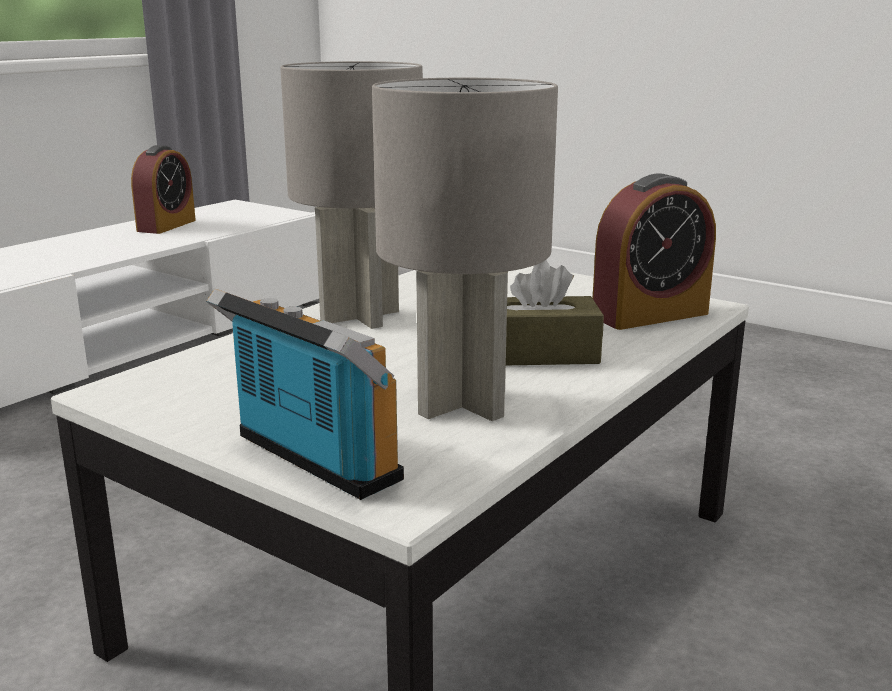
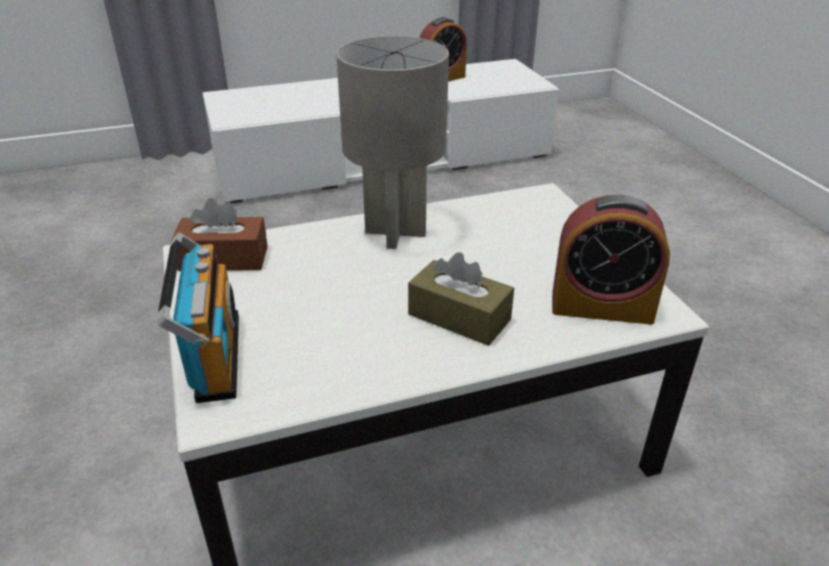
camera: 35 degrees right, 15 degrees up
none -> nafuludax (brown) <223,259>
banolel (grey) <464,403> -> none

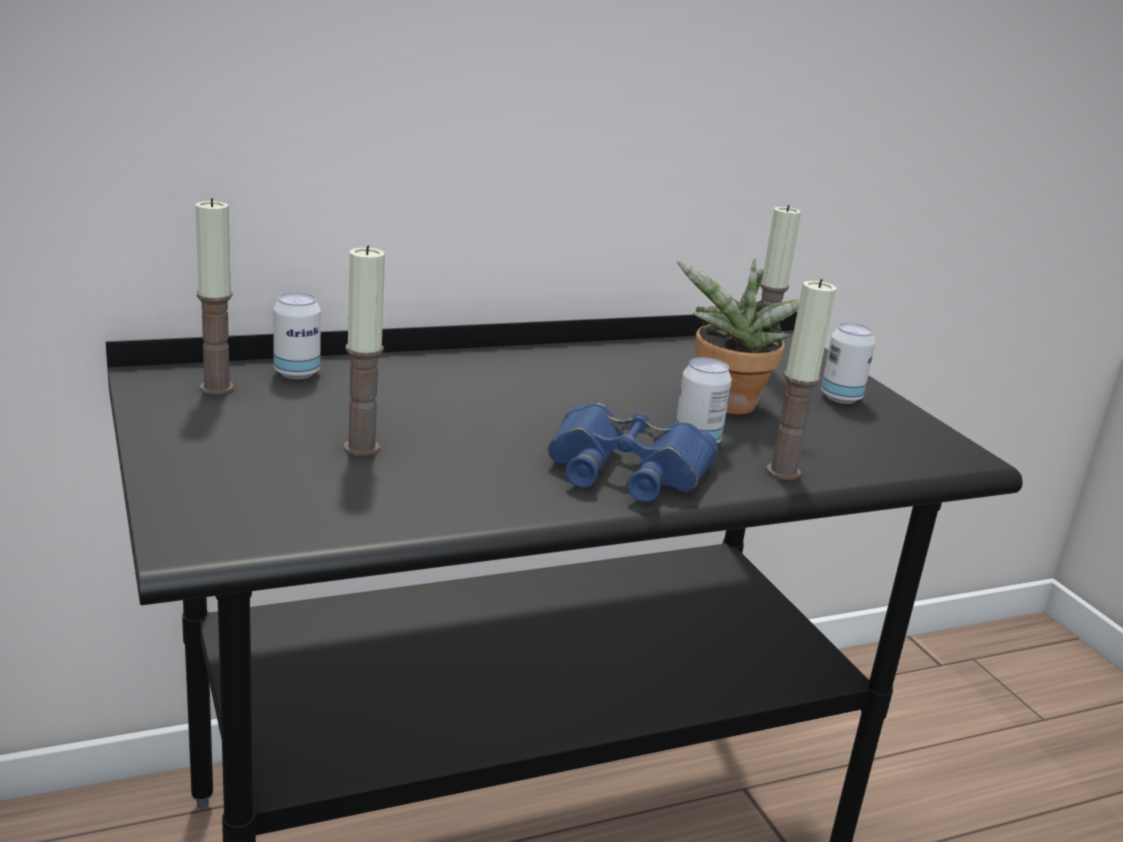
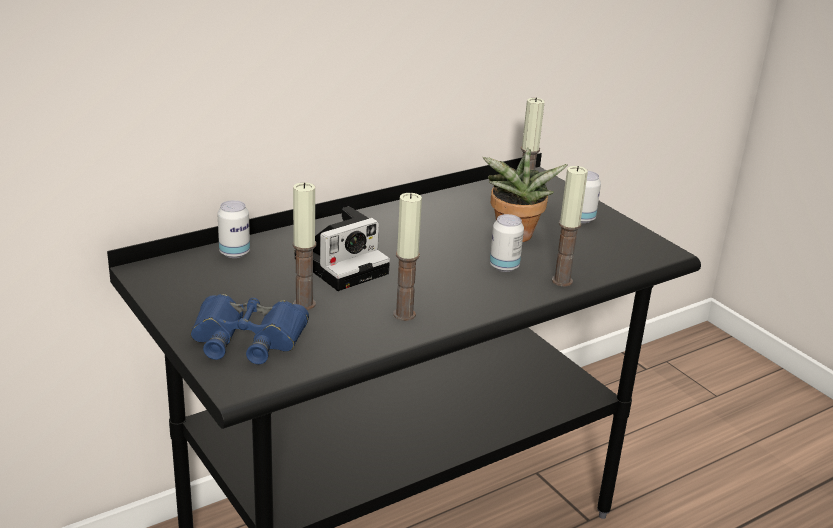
camera: 10 degrees left, 5 degrees up
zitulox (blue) <626,469> -> zitulox (blue) <247,338>, relocated
none -> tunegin <343,264>
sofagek <216,388> -> sofagek <404,314>, relocated

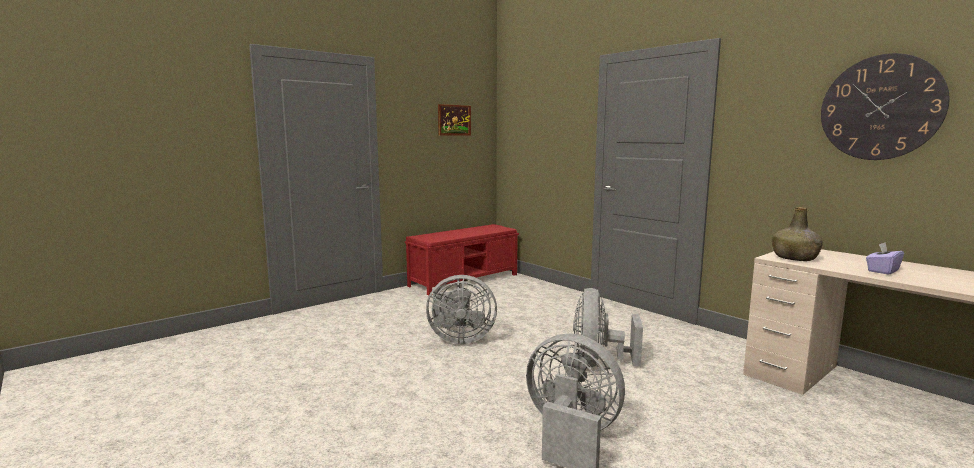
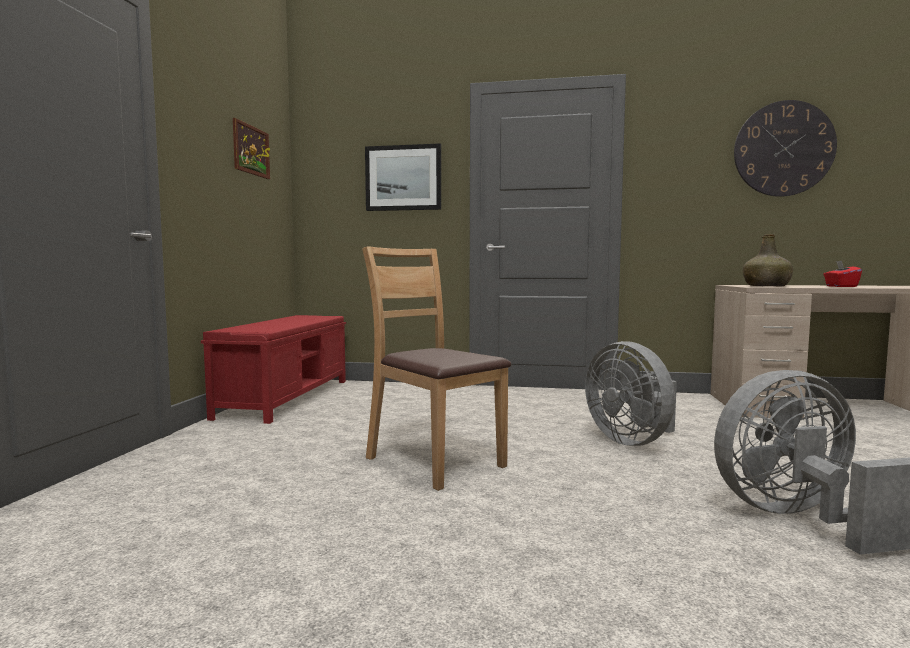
camera: 40 degrees left, 5 degrees down
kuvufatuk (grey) <459,339> -> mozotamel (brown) <434,461>
none -> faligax <403,178>
nafuludax (purple) <882,271> -> nafuludax (red) <840,286>

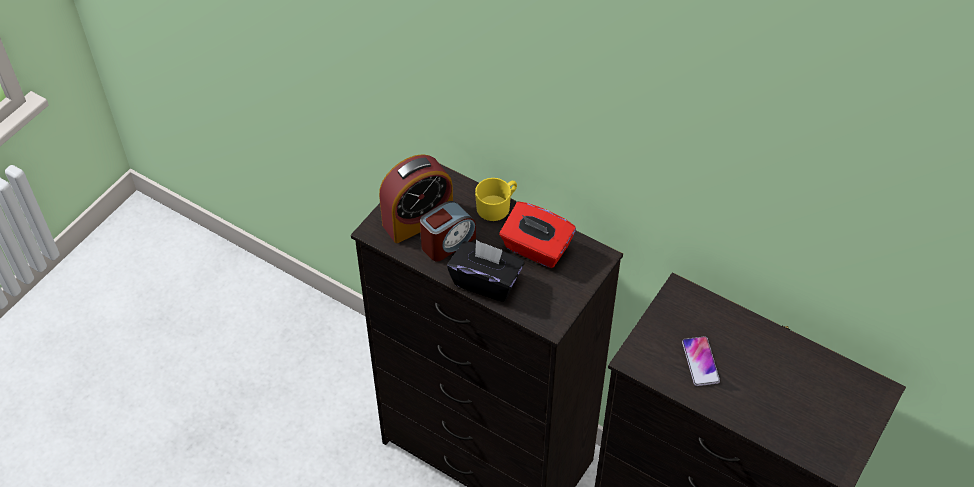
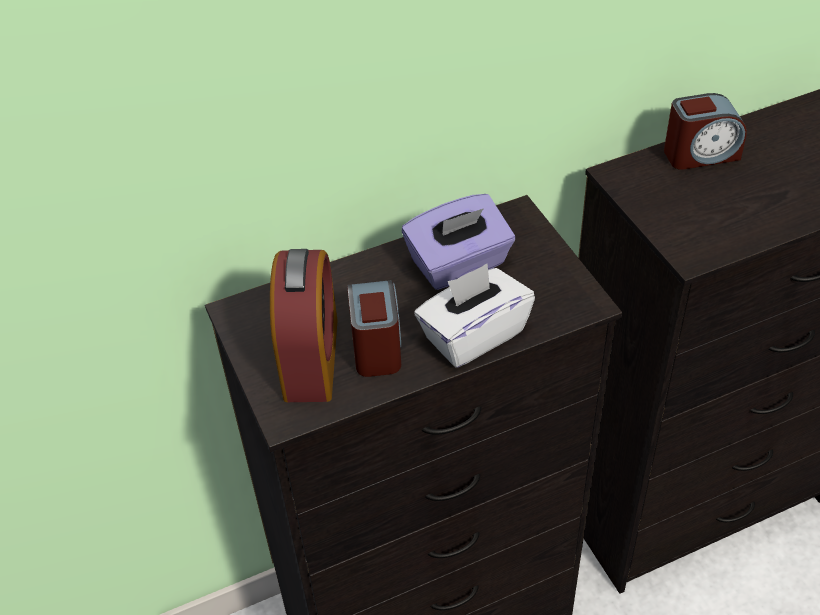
camera: 55 degrees left, 5 degrees down
nafuludax (red) <536,249> -> nafuludax (purple) <459,264>
nafuludax (black) <486,281> -> nafuludax (white) <473,335>
none -> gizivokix <700,154>
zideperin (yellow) <497,206> -> none
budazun <700,361> -> none

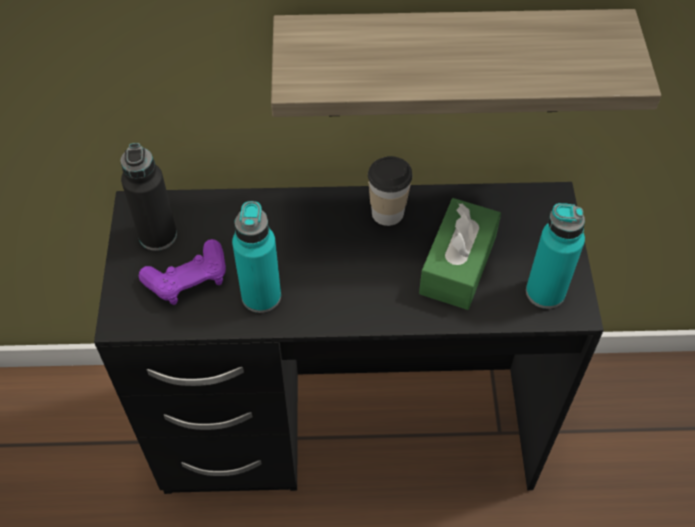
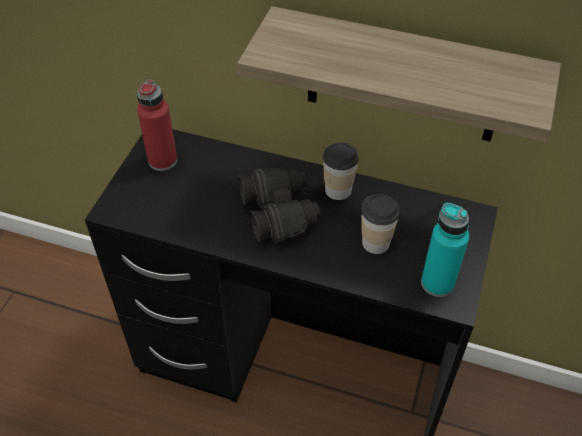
camera: 20 degrees right, 5 degrees down
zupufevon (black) <158,235> -> zupufevon (red) <163,160>
none -> zitulox (black) <279,212>
nafuludax (green) <458,265> -> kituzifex <375,243>
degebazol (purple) <188,279> -> none
zupufevon (turquoise) <261,296> -> none

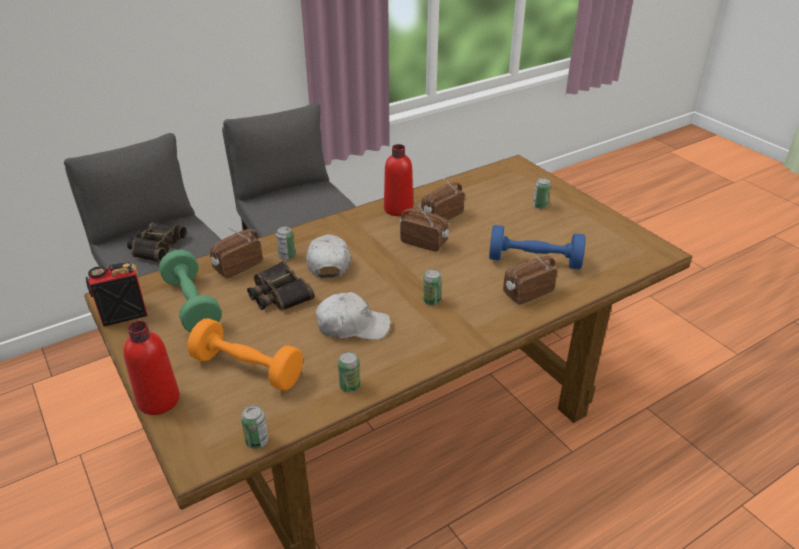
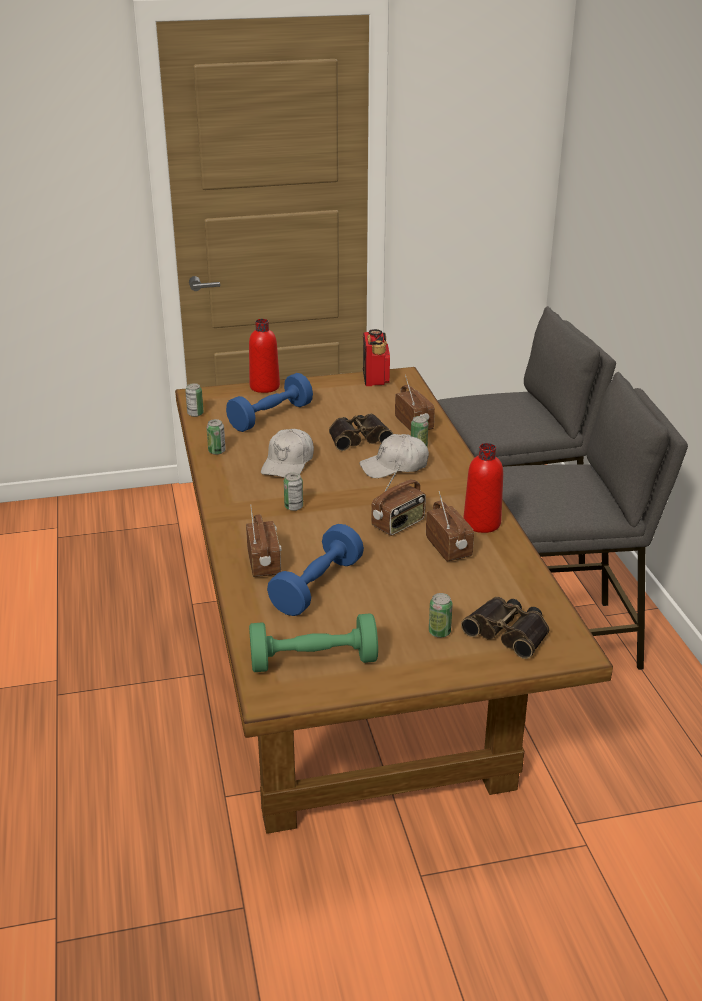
camera: 110 degrees right, 5 degrees down
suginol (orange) <247,369> -> suginol (blue) <270,417>
suginol (green) <192,305> -> suginol (green) <313,661>, relocated
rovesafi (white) <329,262> -> rovesafi (white) <394,466>, 150 degrees clockwise
zitulox <156,247> -> zitulox <509,632>, relocated

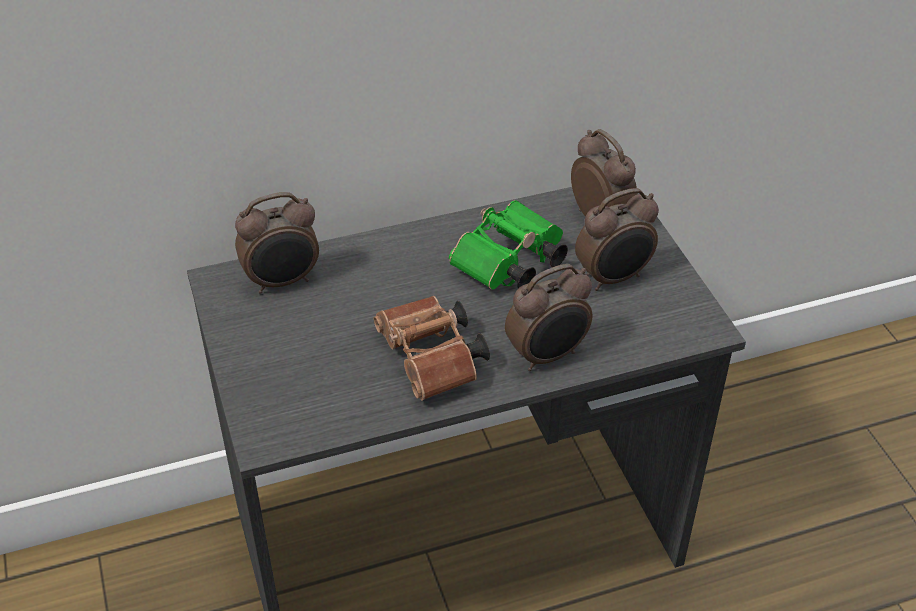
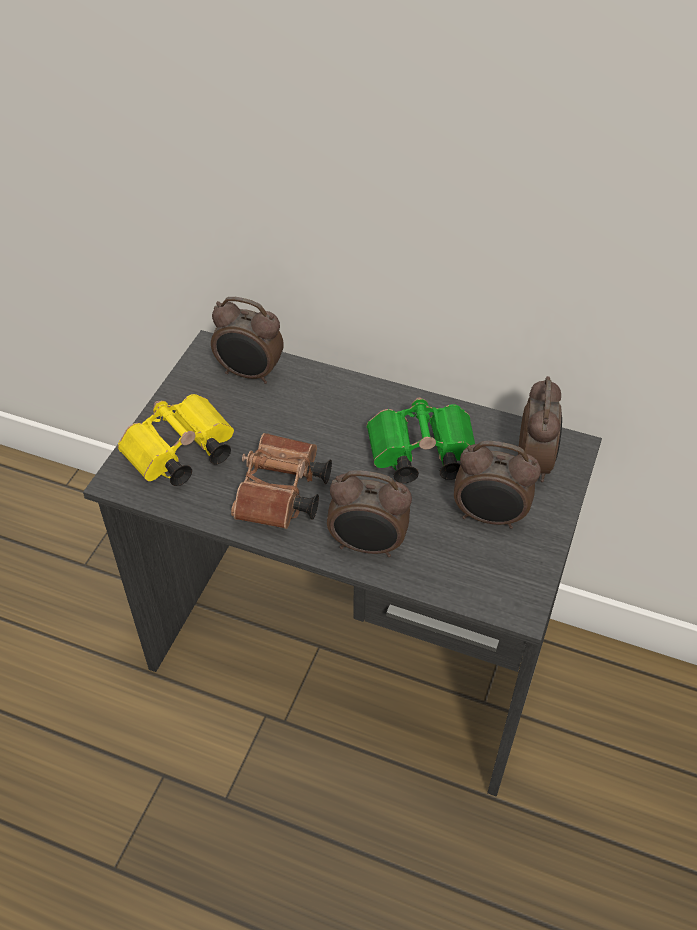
camera: 40 degrees right, 5 degrees up
none -> zitulox (yellow) <179,456>

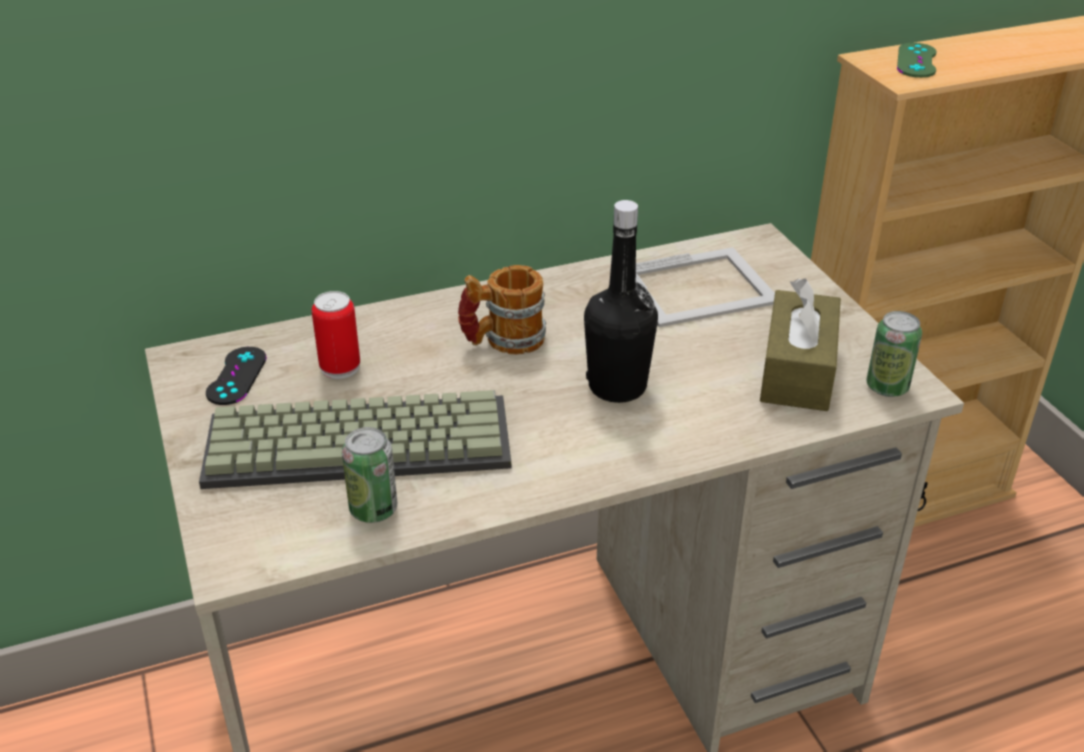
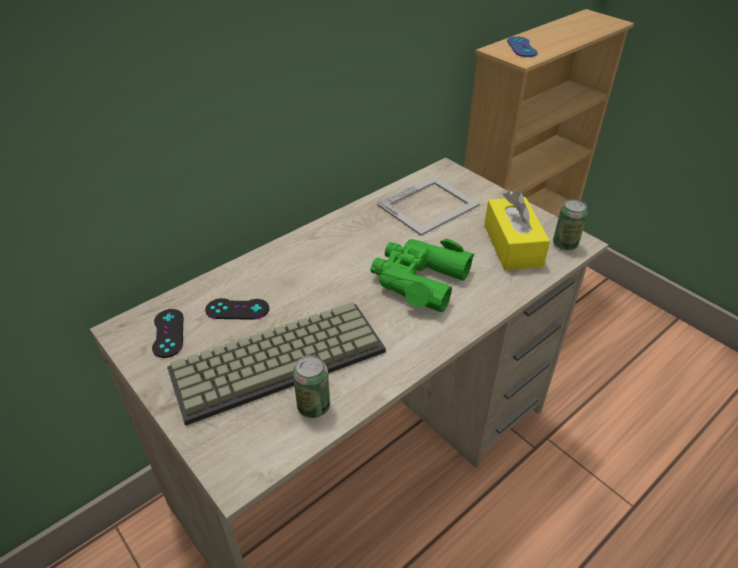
camera: 20 degrees left, 5 degrees up
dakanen <340,367> -> degebazol (black) <237,309>
zupufevon (black) <617,386> -> zitulox (green) <418,280>
nafuludax (brown) <797,370> -> nafuludax (yellow) <512,245>
degebazol (green) <916,61> -> degebazol (blue) <521,47>
zideperin <503,341> -> none

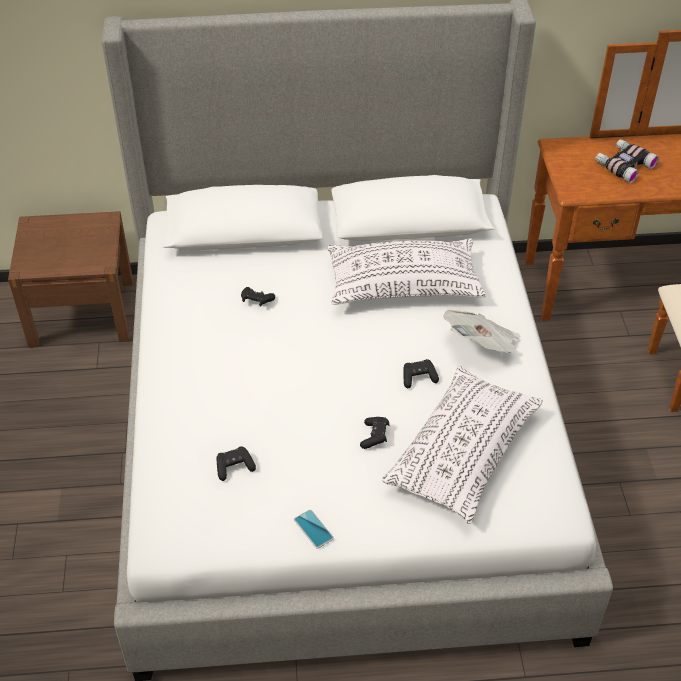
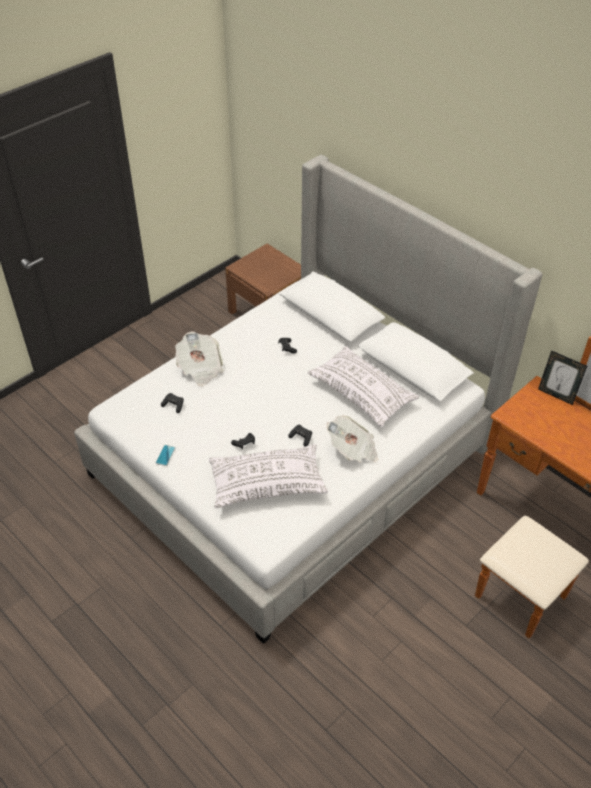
camera: 50 degrees right, 0 degrees up
none -> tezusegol <200,368>
none -> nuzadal <556,395>
zitulox <623,165> -> none

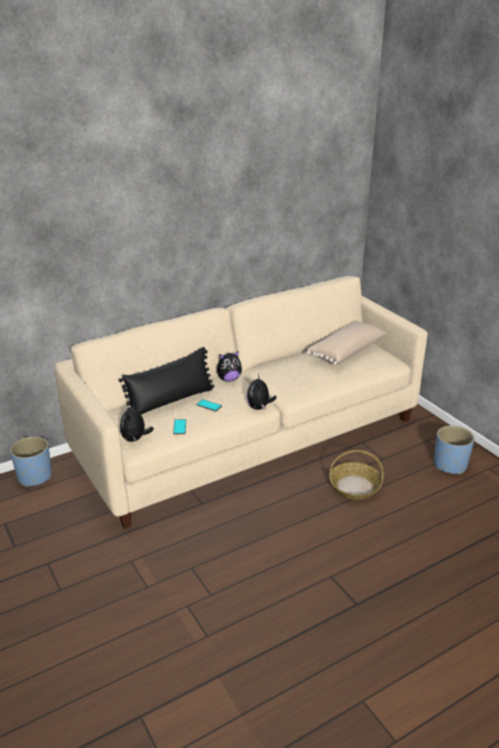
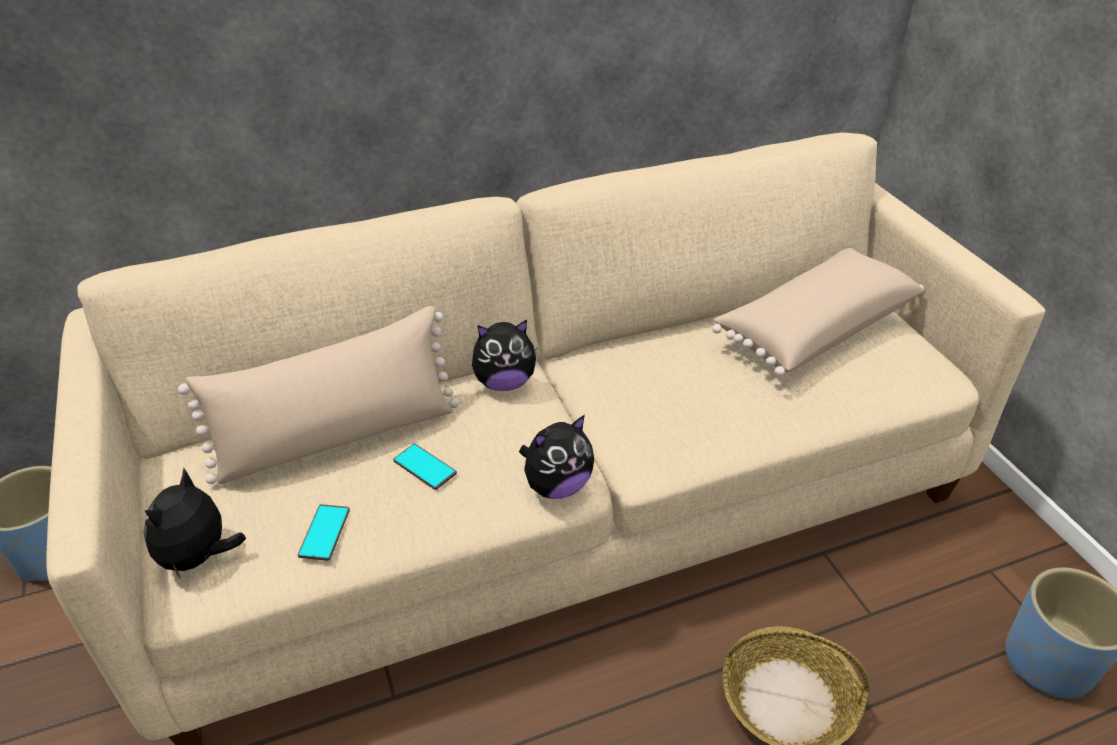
camera: 10 degrees right, 10 degrees up
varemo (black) <171,401> -> varemo (beige) <338,437>
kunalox <259,407> -> kunalox <557,486>, 135 degrees counterclockwise

